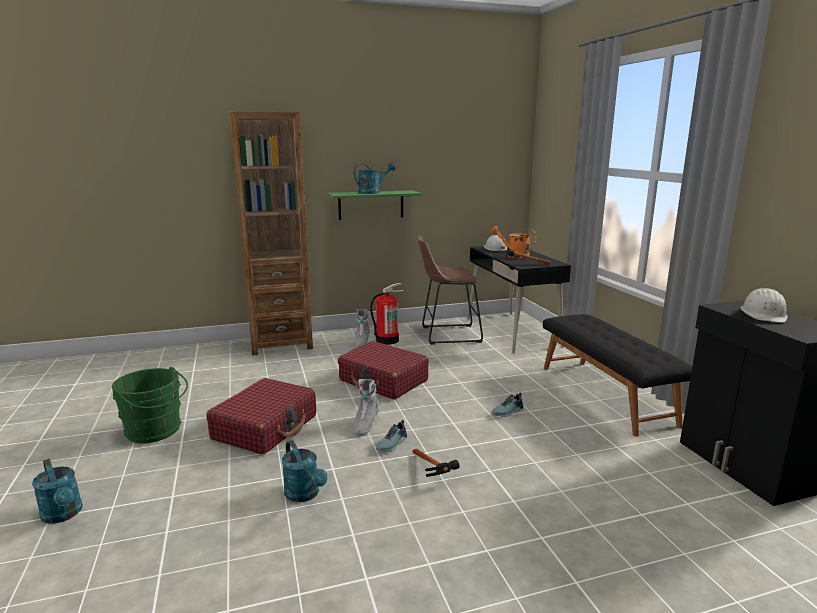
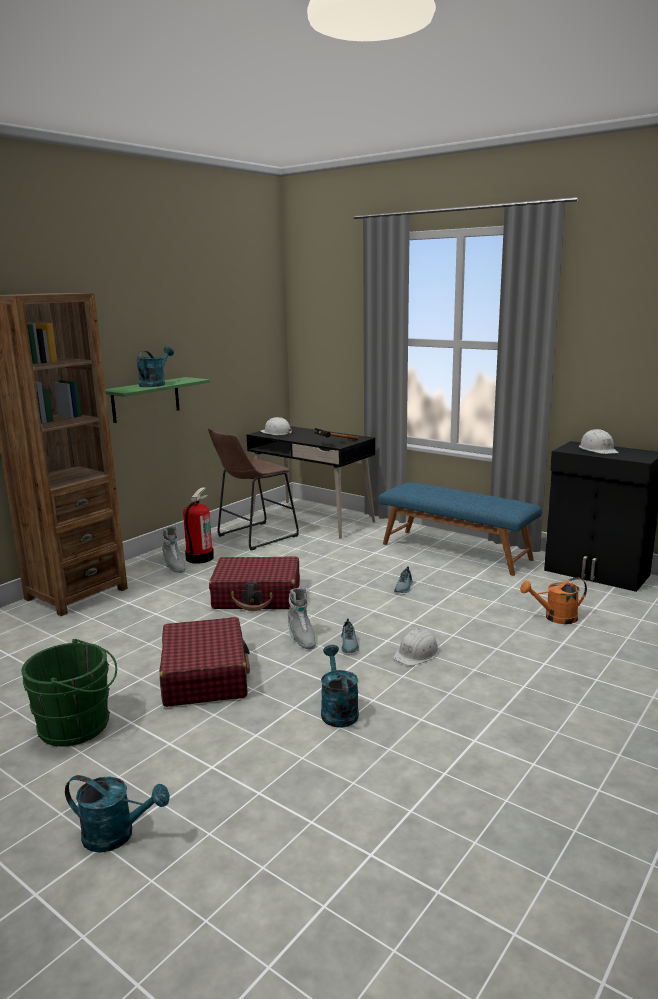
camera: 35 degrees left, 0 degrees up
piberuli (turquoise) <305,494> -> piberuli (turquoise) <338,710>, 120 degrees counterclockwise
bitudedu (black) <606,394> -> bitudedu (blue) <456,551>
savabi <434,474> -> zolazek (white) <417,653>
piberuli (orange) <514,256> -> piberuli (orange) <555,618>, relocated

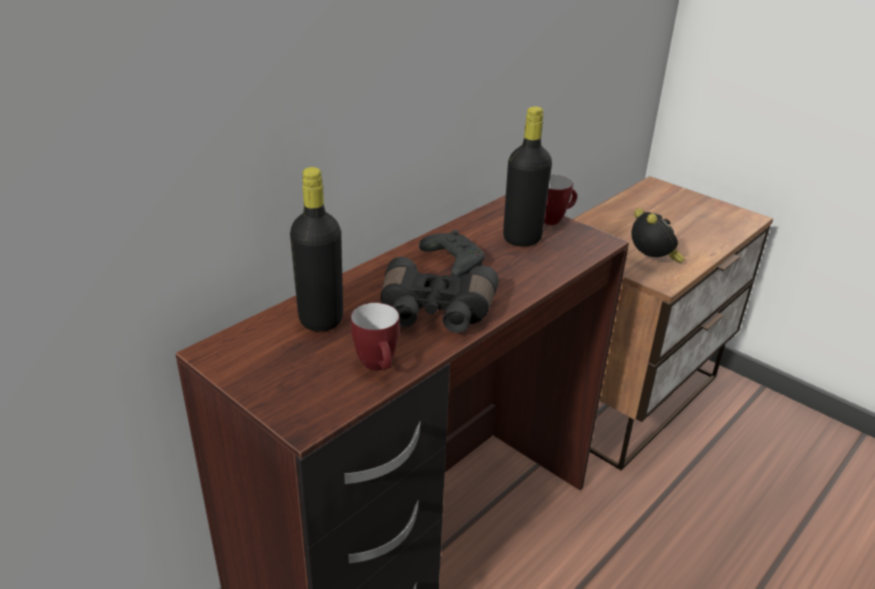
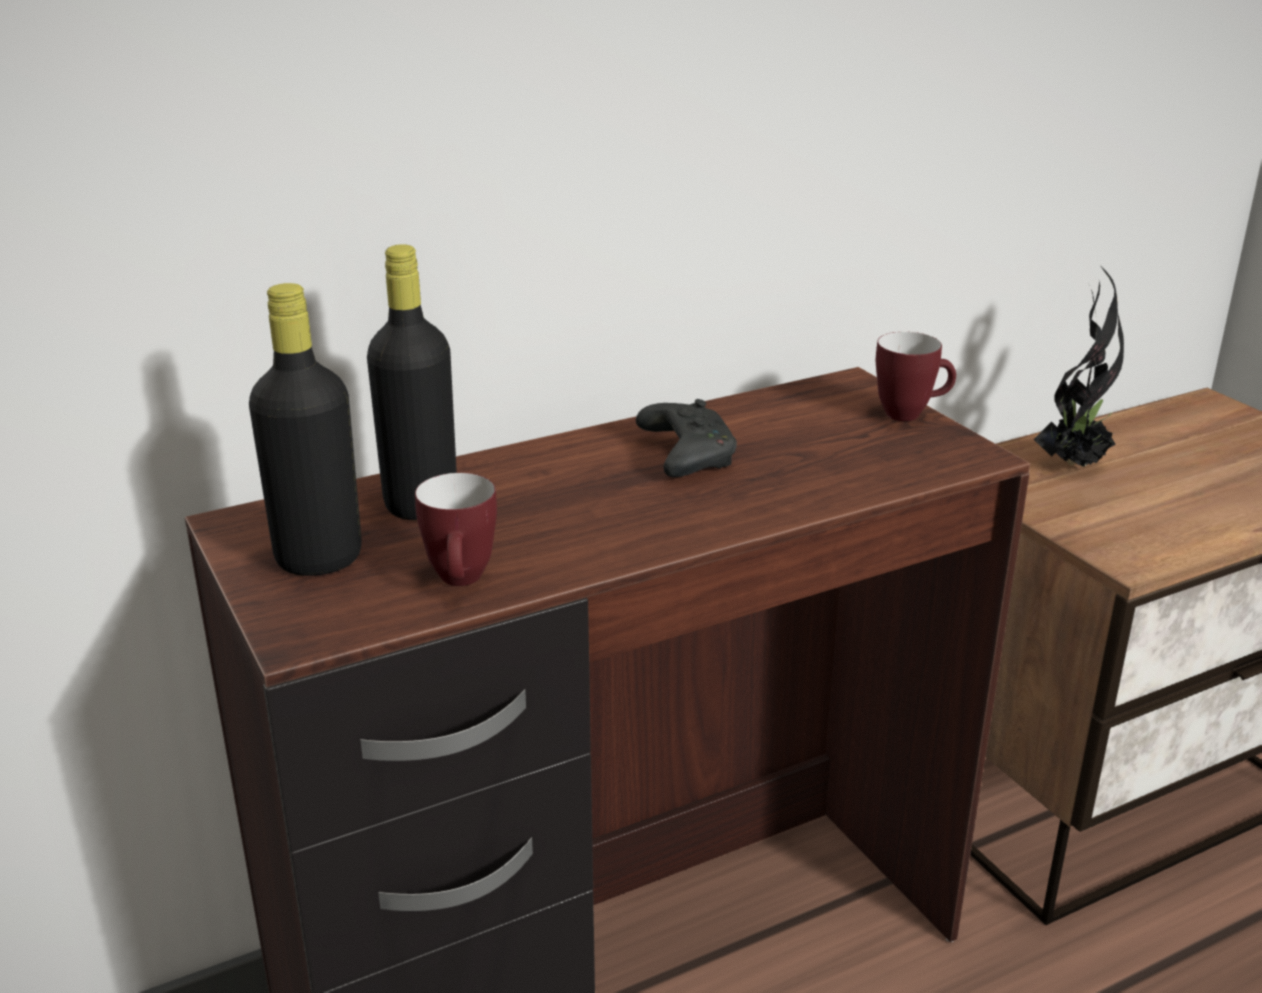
camera: 20 degrees right, 5 degrees down
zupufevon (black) <522,238> -> zupufevon (black) <319,559>, relocated
none -> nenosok <1074,464>
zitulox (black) <435,313> -> none
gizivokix <652,261> -> none

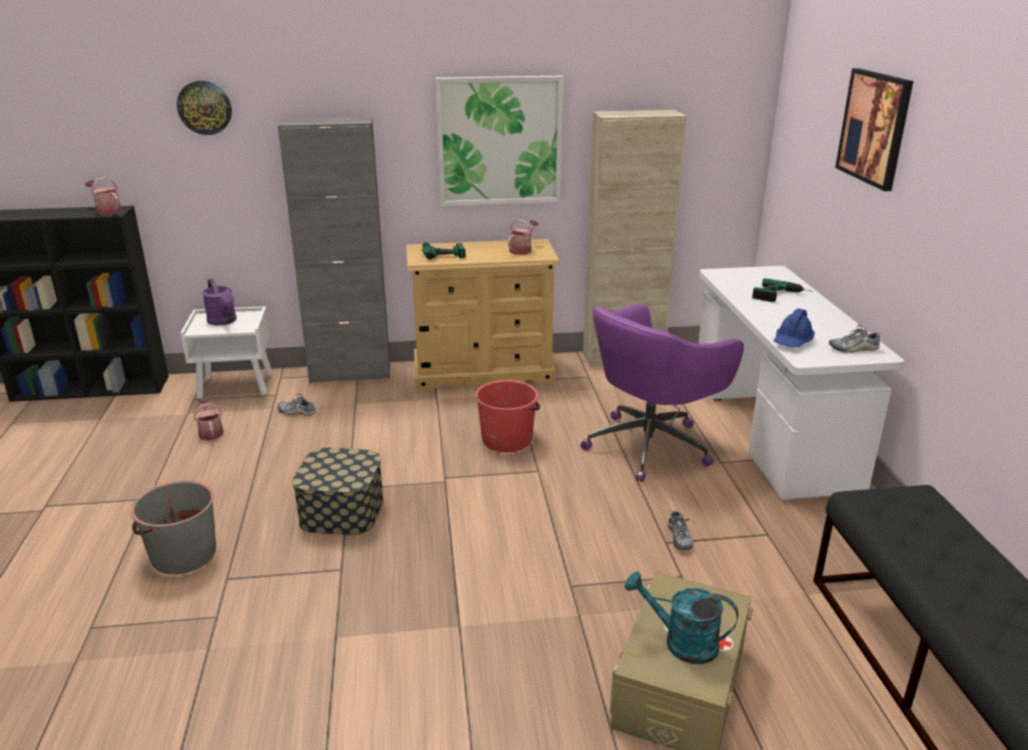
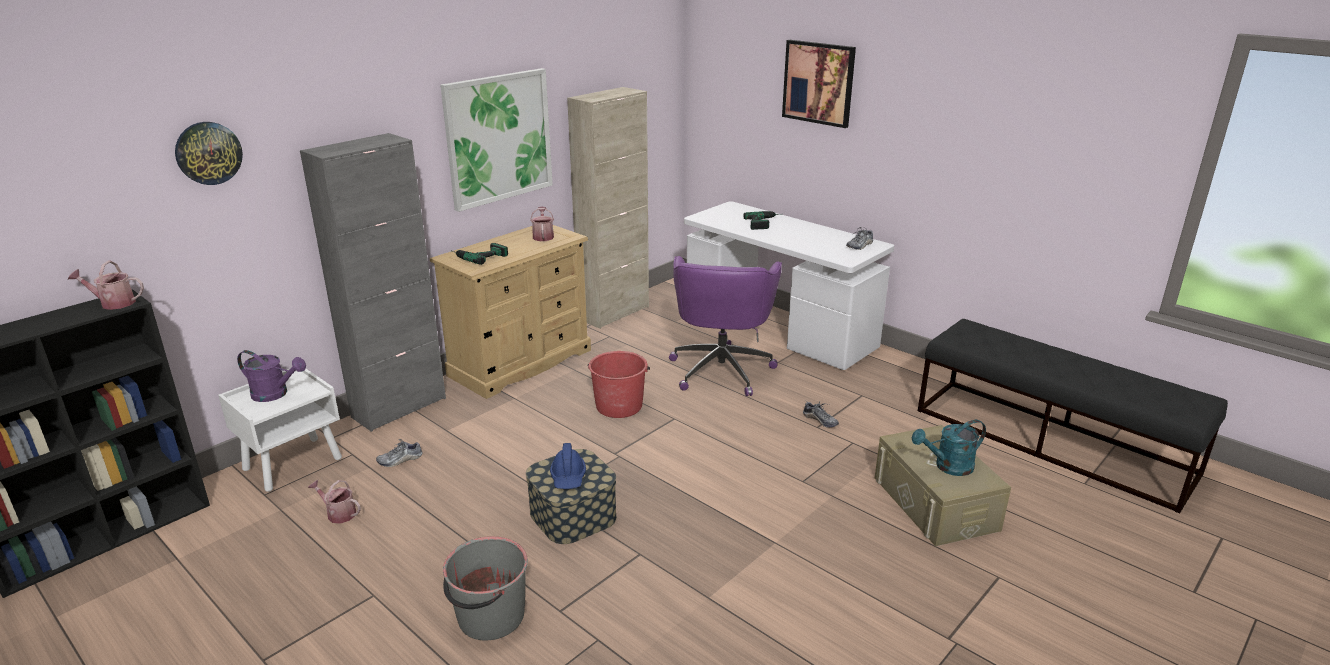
camera: 40 degrees left, 0 degrees up
zolazek (blue) <792,341> -> zolazek (blue) <568,477>, relocated

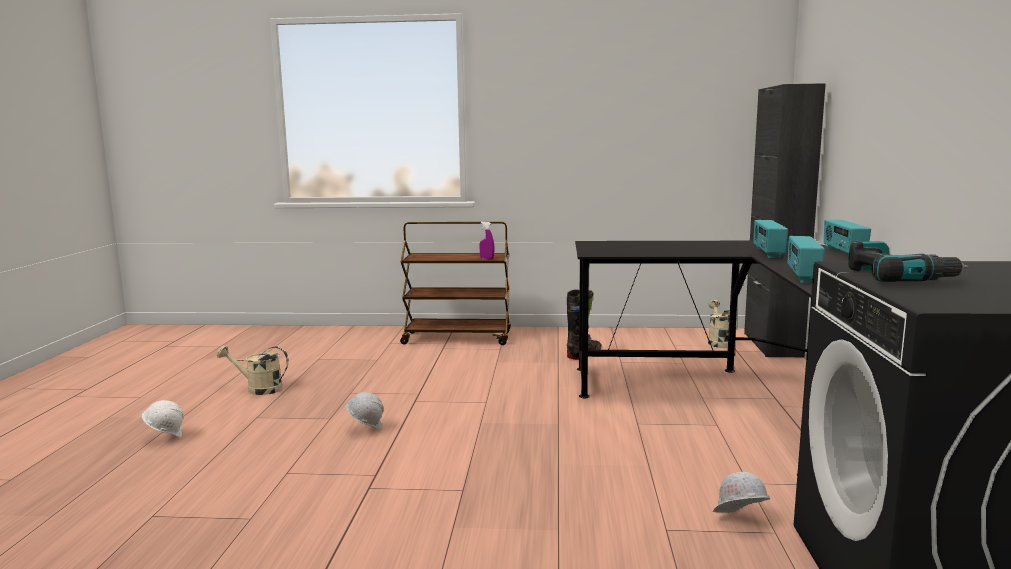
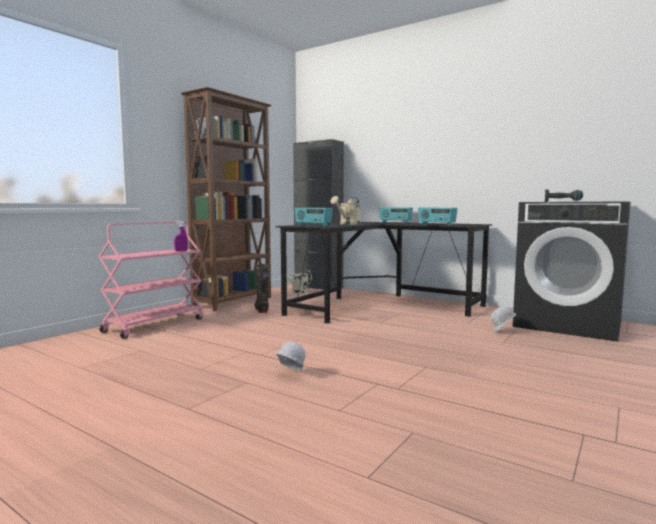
camera: 60 degrees left, 5 degrees down
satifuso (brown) <458,338> -> satifuso (pink) <155,325>
none -> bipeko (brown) <234,302>
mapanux <767,253> -> mapanux <312,225>, relocated
piberuli (beige) <258,389> -> piberuli (beige) <347,224>, relocated
zolazek (white) <166,438> -> none

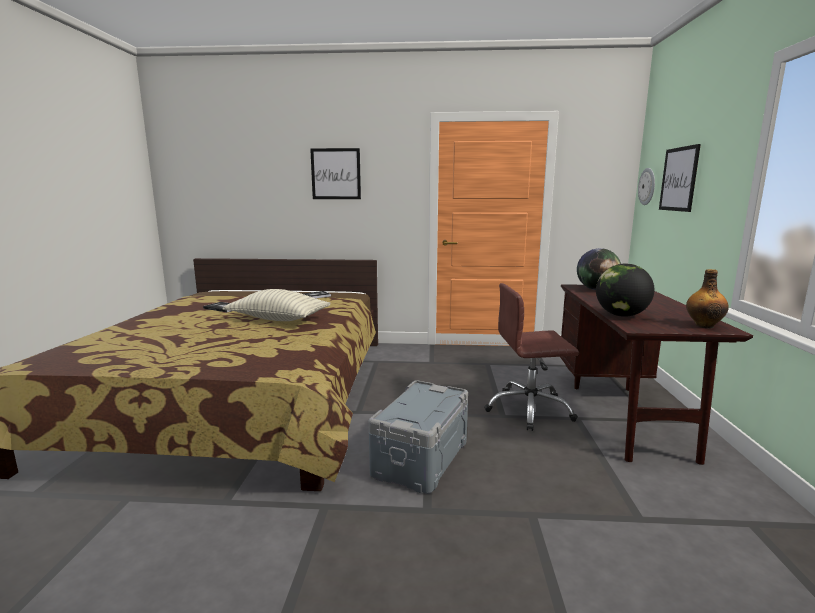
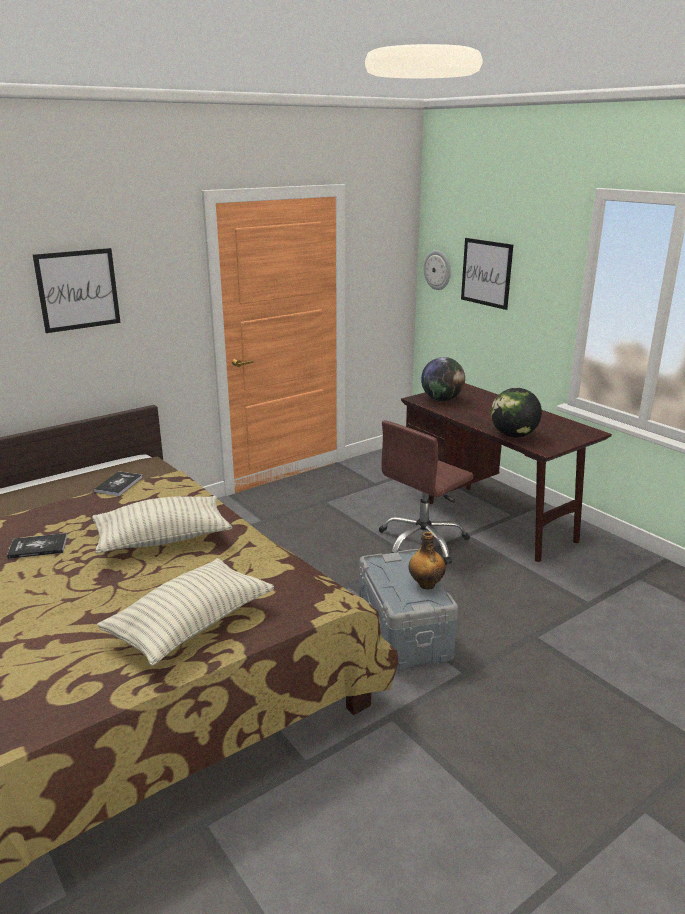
camera: 40 degrees left, 10 degrees up
none -> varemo <191,625>
zupufevon <704,326> -> zupufevon <426,584>, relocated

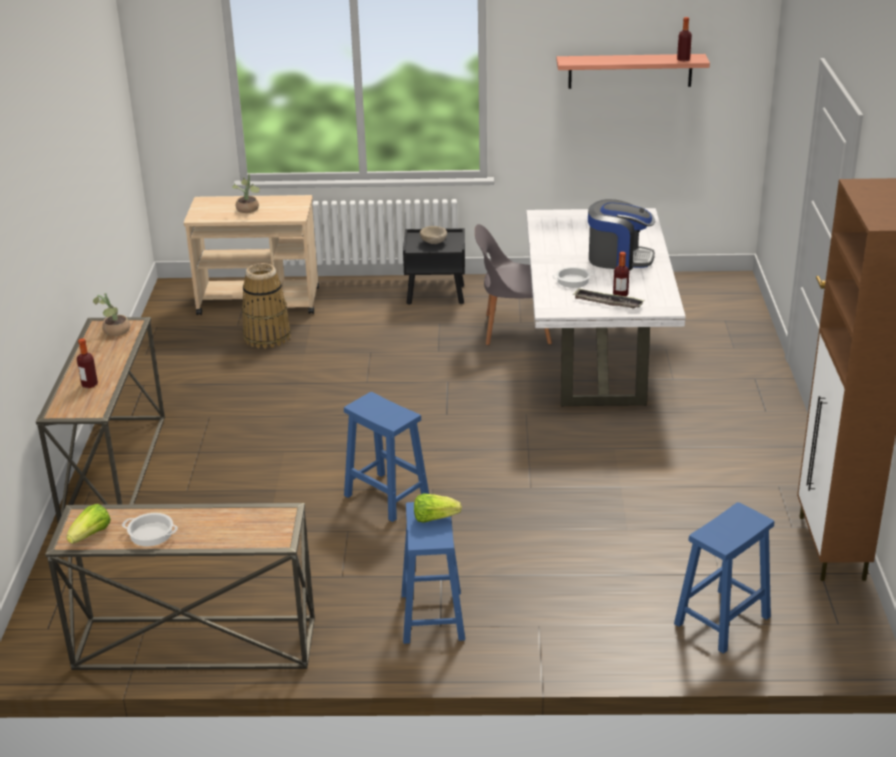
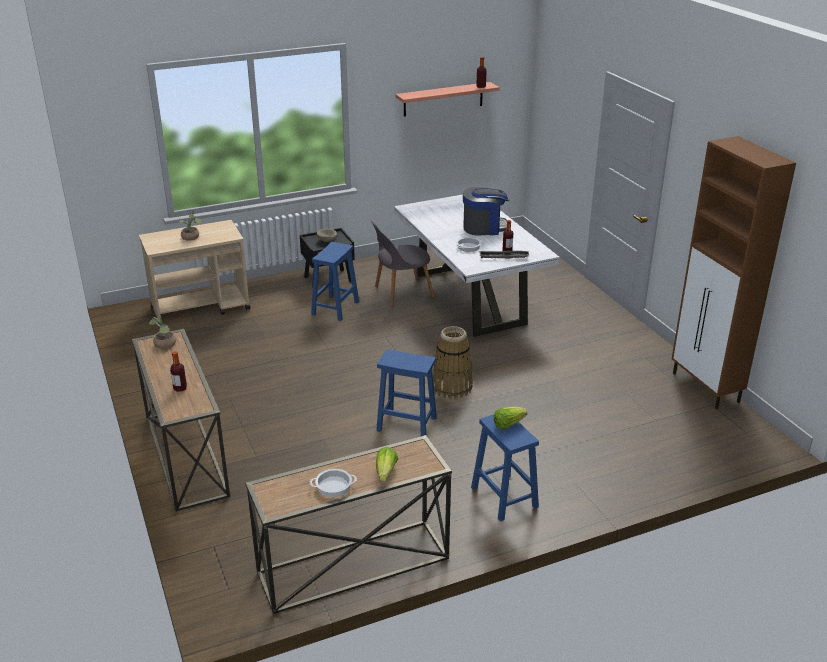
camera: 25 degrees left, 0 degrees up
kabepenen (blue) <723,619> -> kabepenen (blue) <335,307>, relocated
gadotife <91,535> -> gadotife <386,472>, relocated
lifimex <267,337> -> lifimex <452,387>, relocated

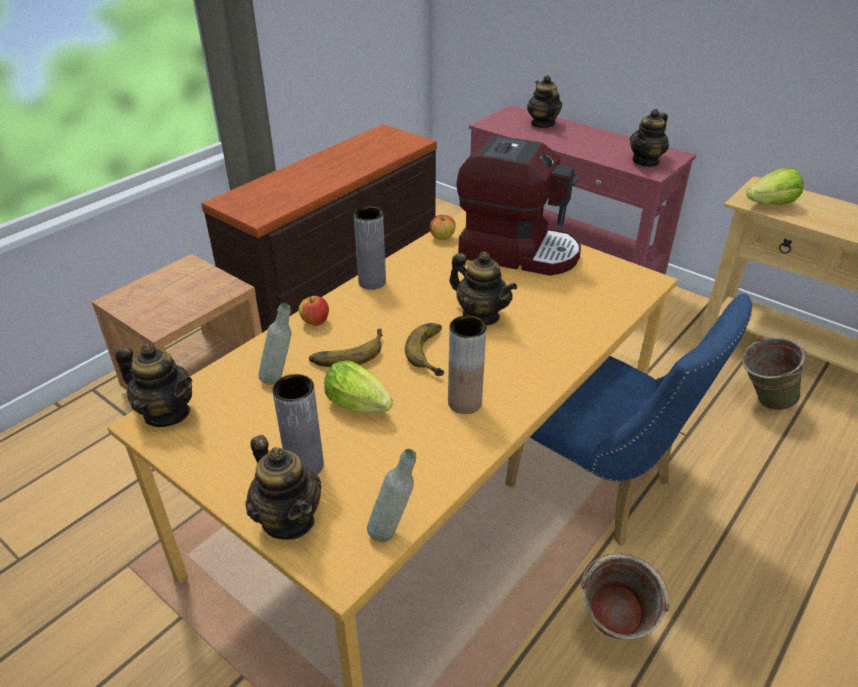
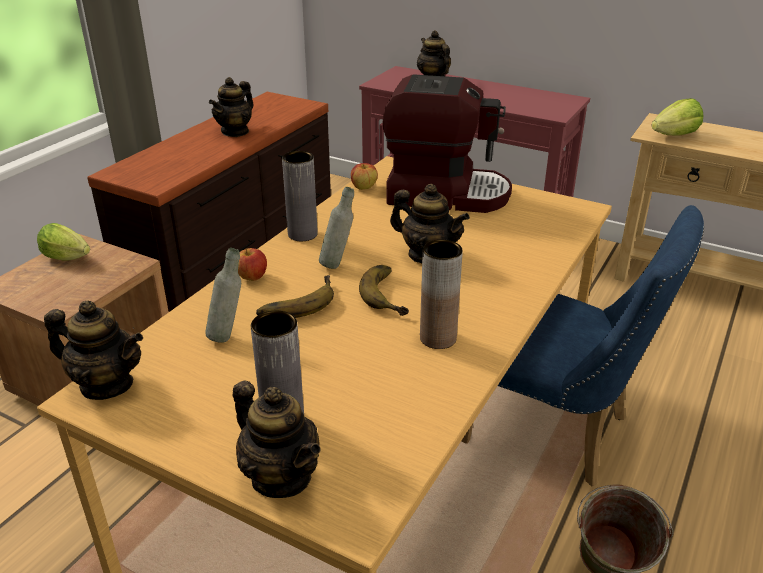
camera: 10 degrees left, 5 degrees down
gadotife <361,407> -> gadotife <69,258>, relocated
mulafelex <646,161> -> mulafelex <235,132>, relocated
zupufevon (grey) <392,530> -> zupufevon (grey) <338,264>, relocated
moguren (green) <761,401> -> none

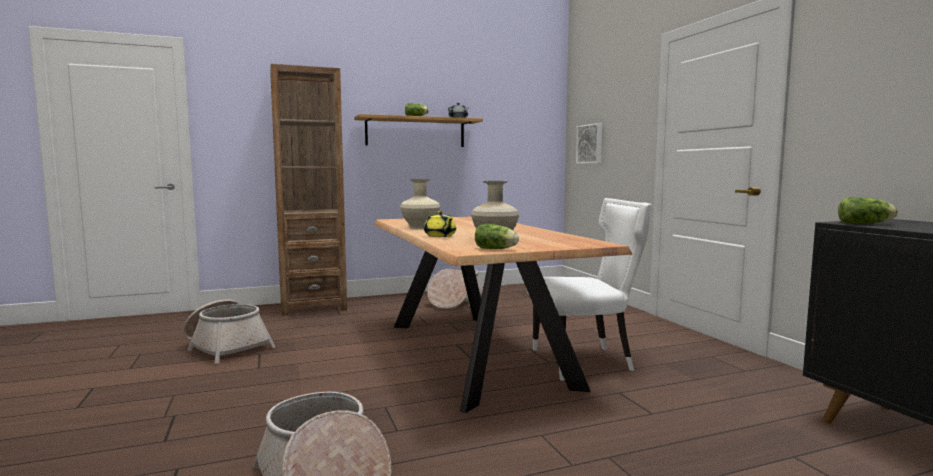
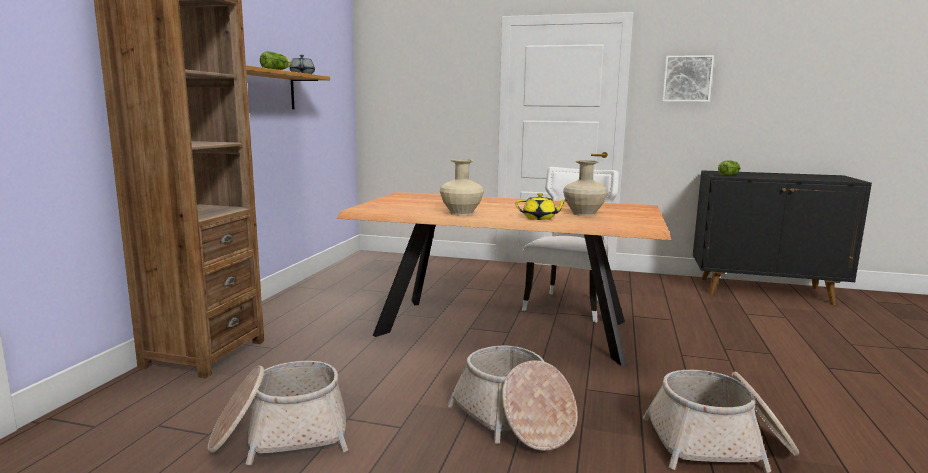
camera: 55 degrees left, 5 degrees up
lifimex <455,301> -> lifimex <513,419>, relocated
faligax <590,144> -> faligax <687,79>, relocated
gadotife <497,249> -> none

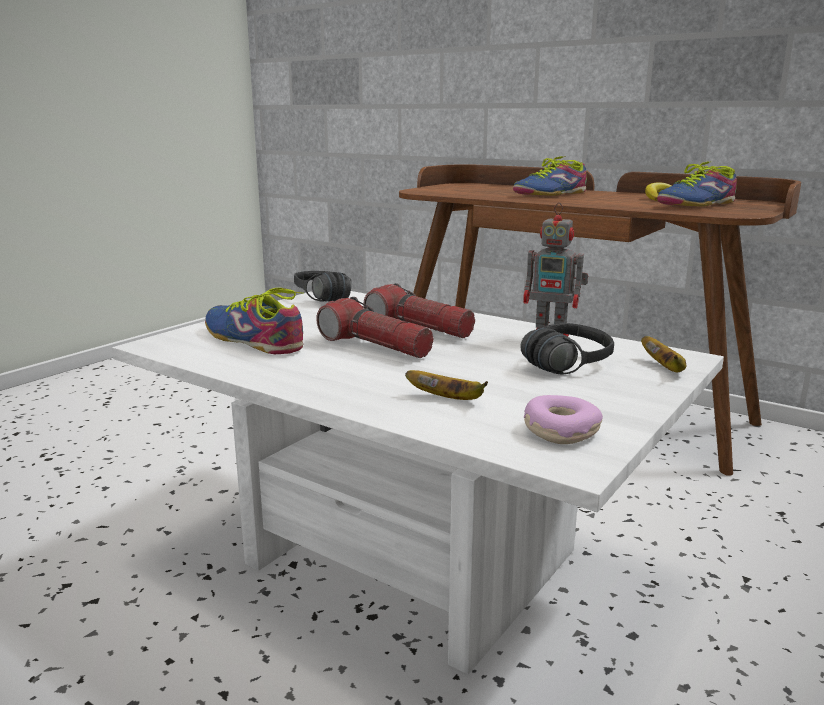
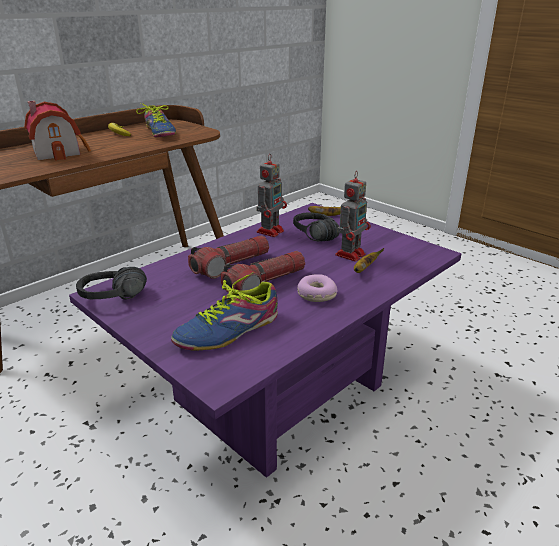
camera: 80 degrees left, 10 degrees up
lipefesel <551,194> -> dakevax <60,151>
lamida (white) <412,557> -> lamida (purple) <279,393>
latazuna <560,431> -> latazuna <316,294>, relocated
none -> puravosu <351,254>

